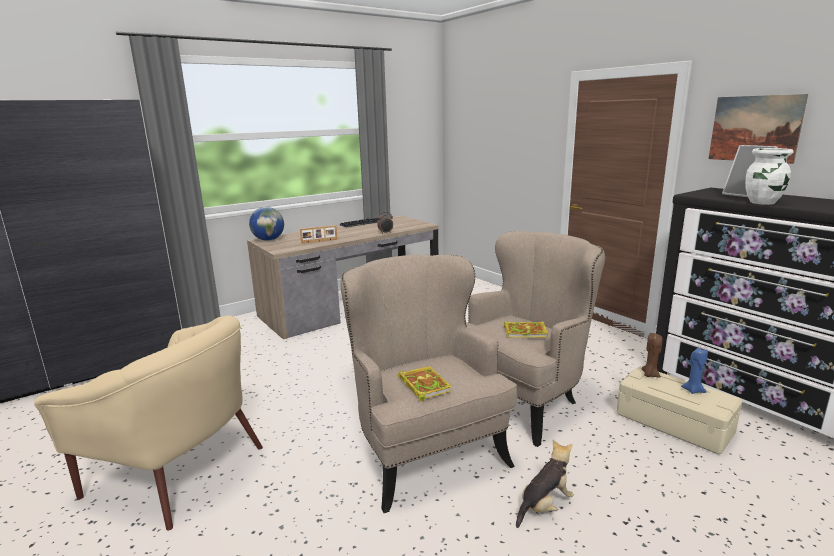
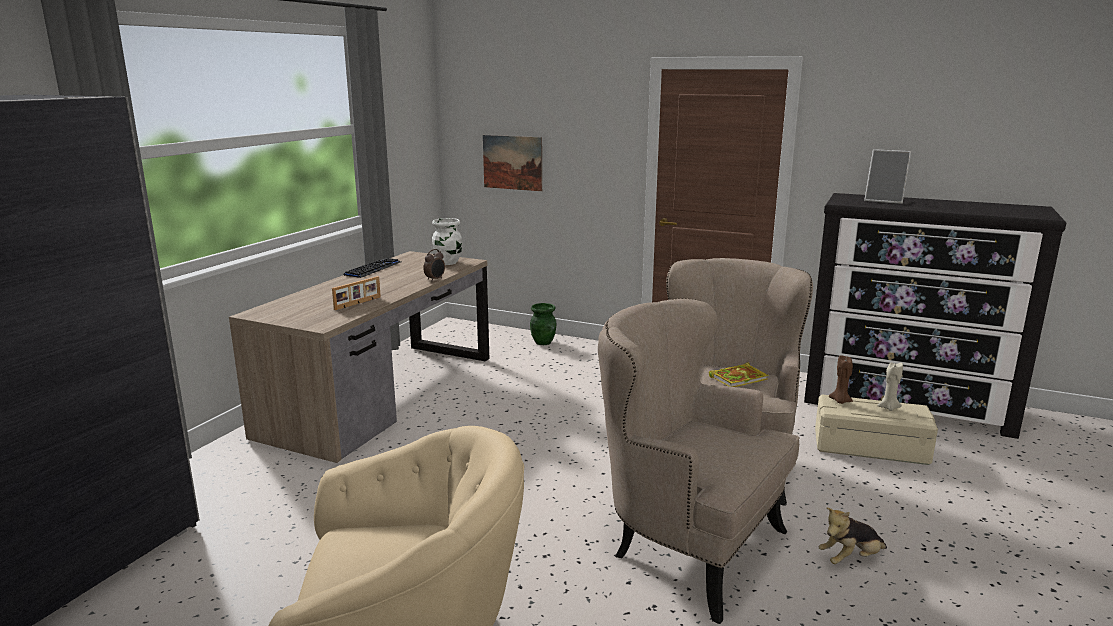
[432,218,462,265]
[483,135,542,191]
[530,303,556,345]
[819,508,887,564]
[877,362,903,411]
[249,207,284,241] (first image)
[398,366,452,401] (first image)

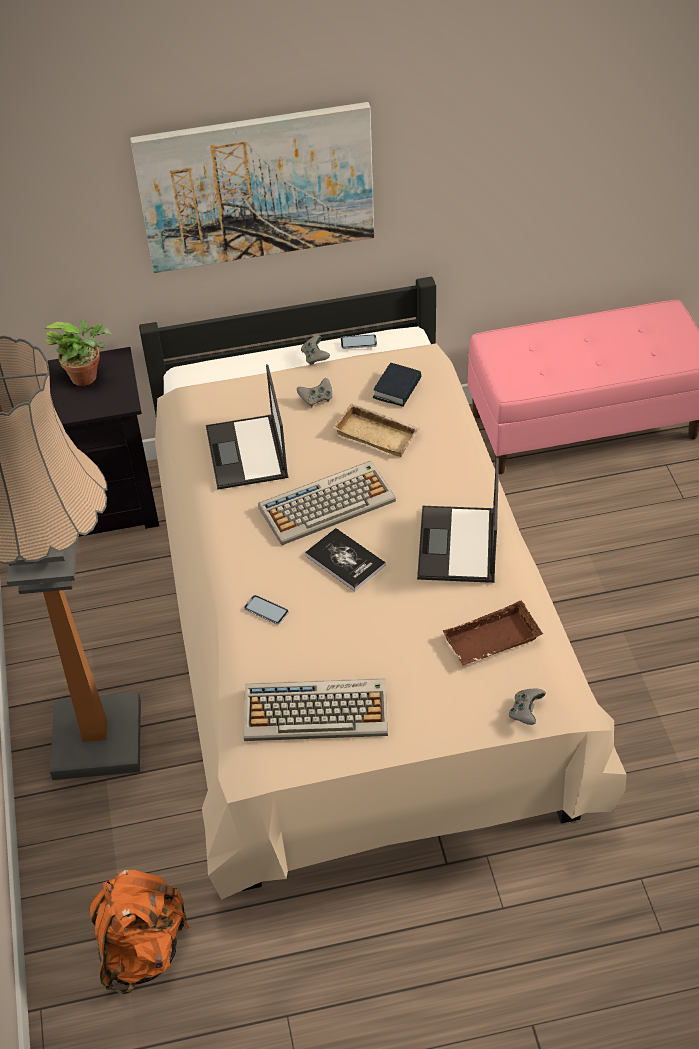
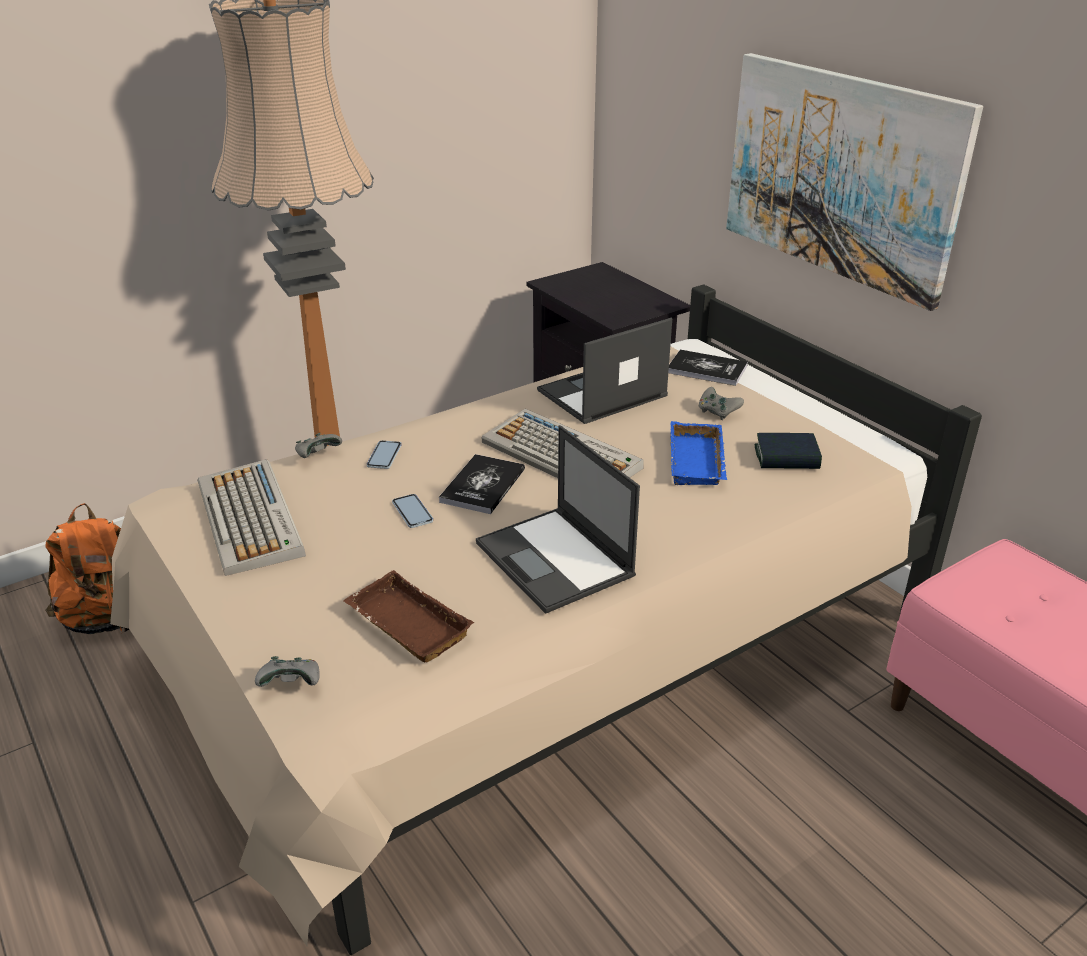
[295,433,342,458]
[392,494,433,528]
[476,425,640,614]
[668,350,748,386]
[670,421,727,485]
[44,319,112,386] (first image)

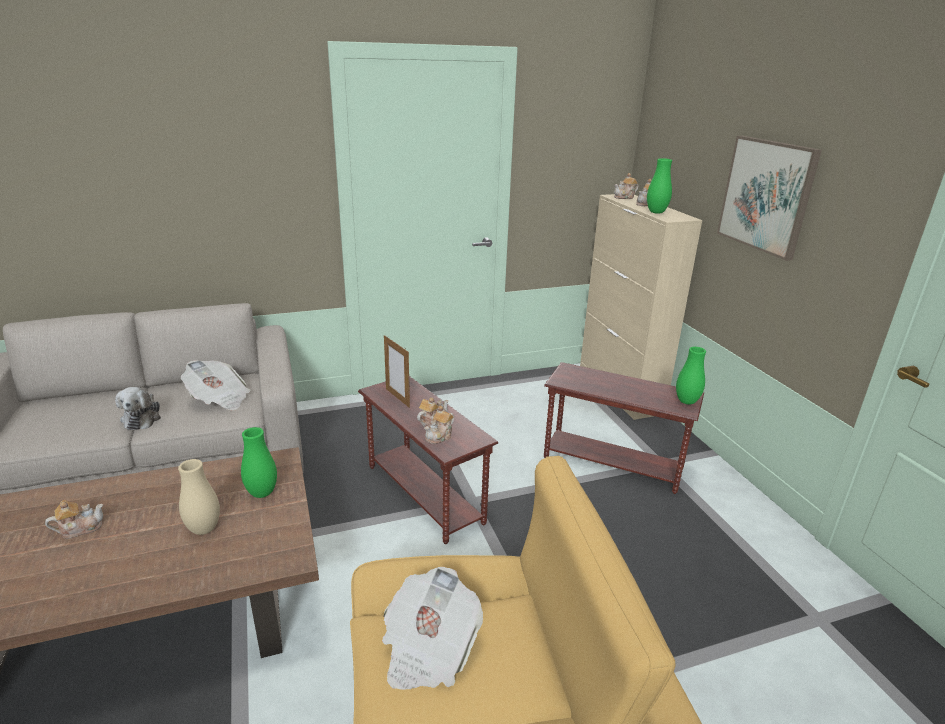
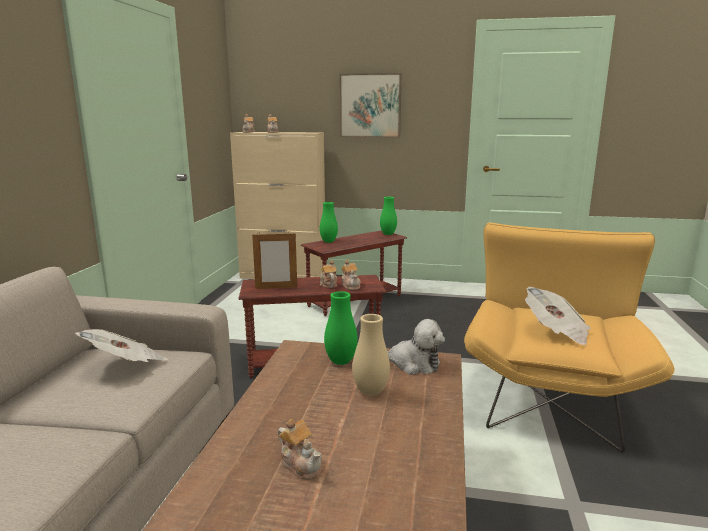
[278,419,322,480]
[320,202,338,243]
[387,319,445,375]

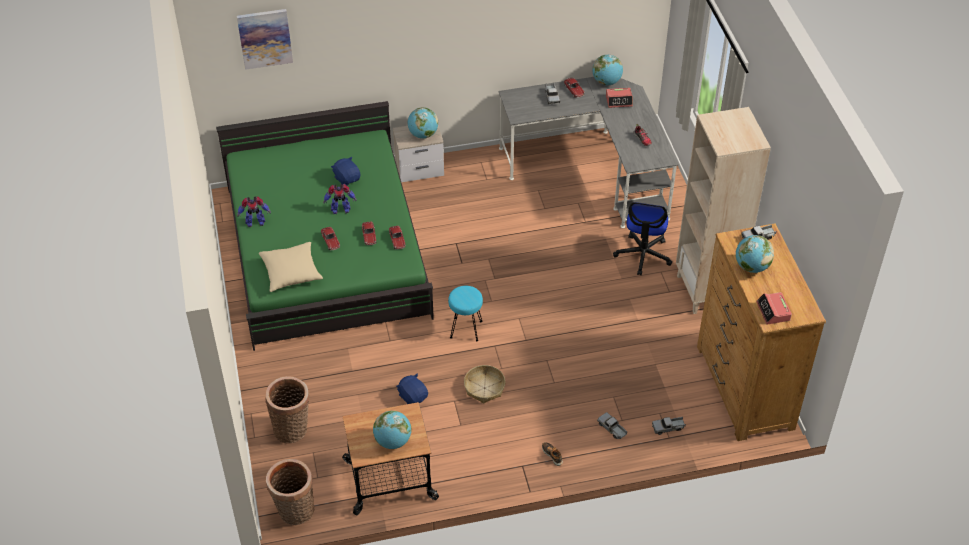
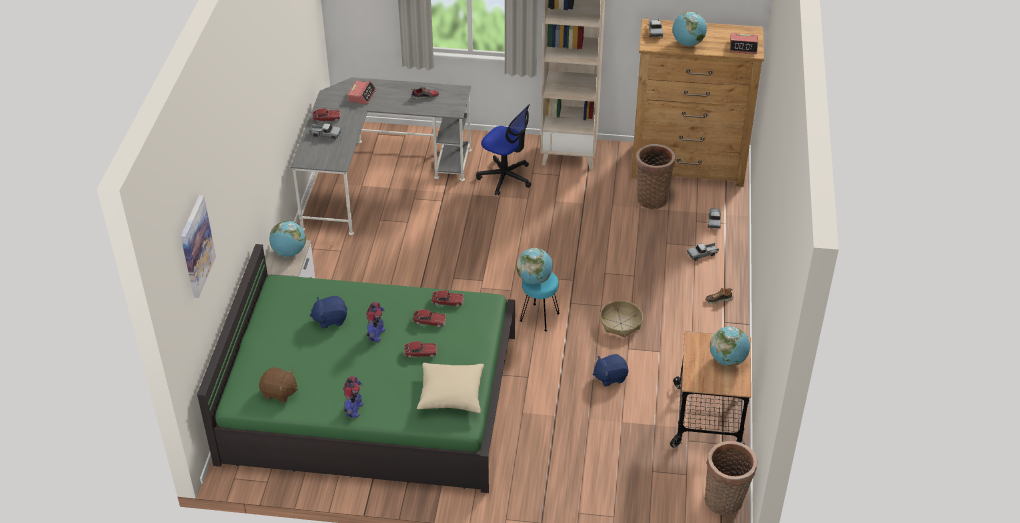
[259,367,298,403]
[517,248,553,284]
[635,144,675,209]

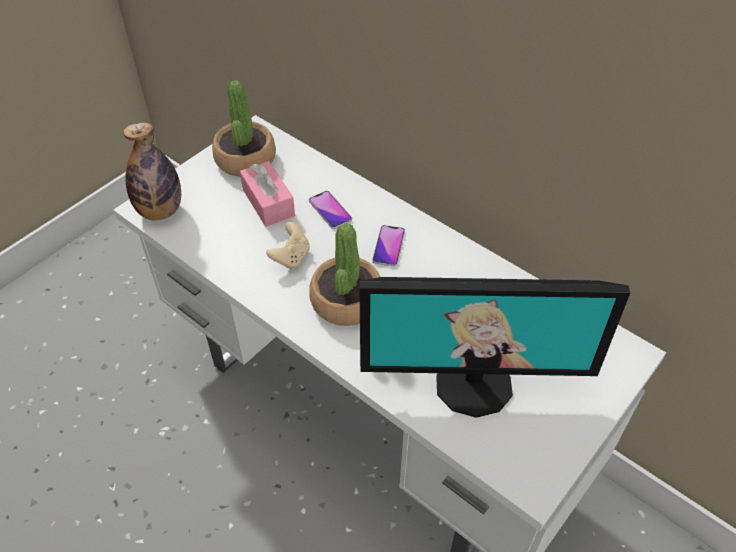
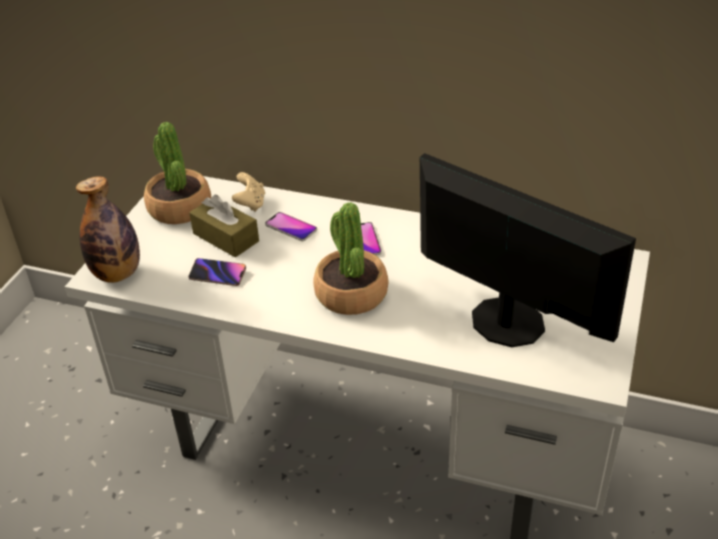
[188,258,246,286]
[189,195,259,258]
[232,172,265,212]
[420,153,636,347]

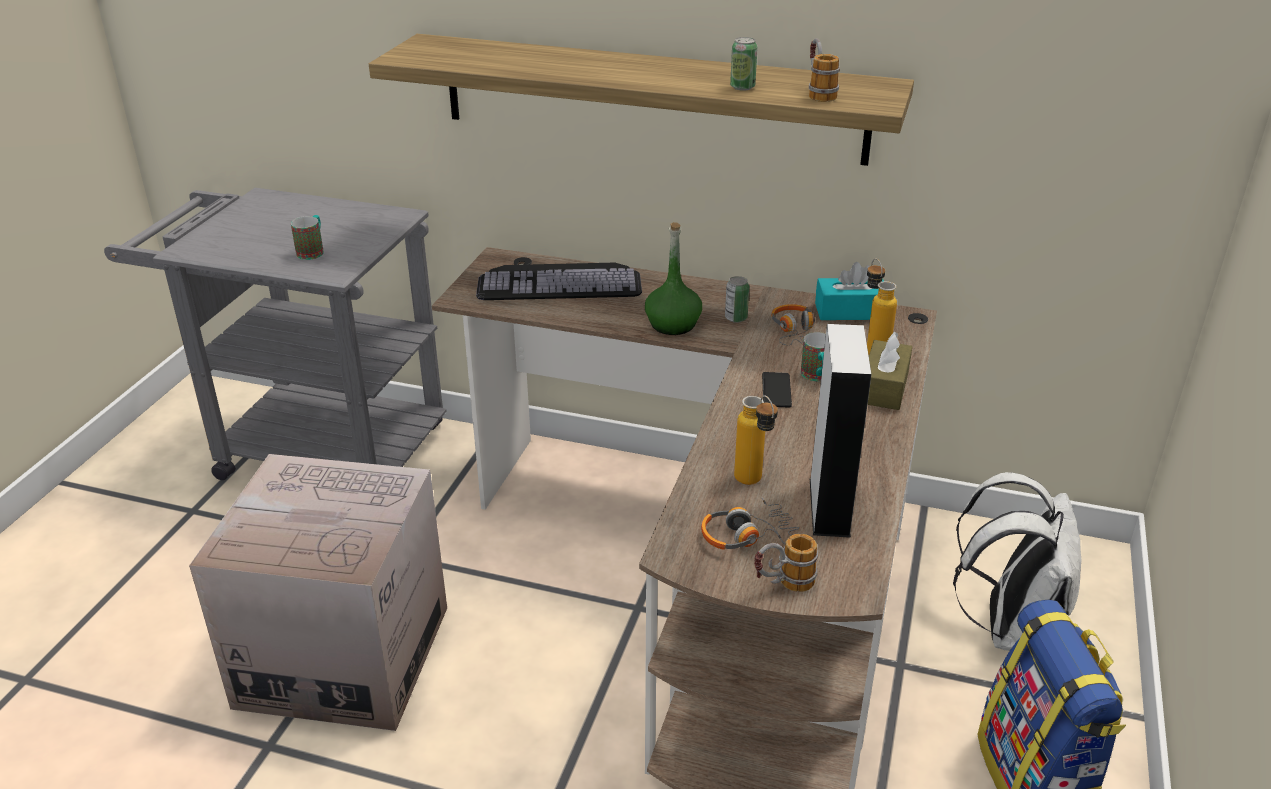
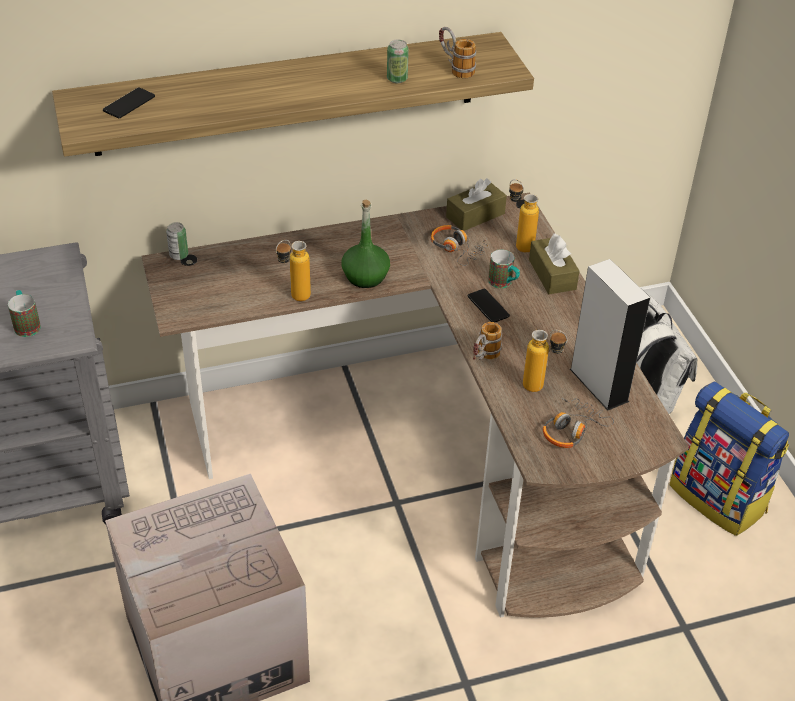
[103,87,155,118]
[166,222,188,260]
[276,240,311,301]
[446,178,507,231]
[473,322,502,360]
[476,263,642,300] (first image)

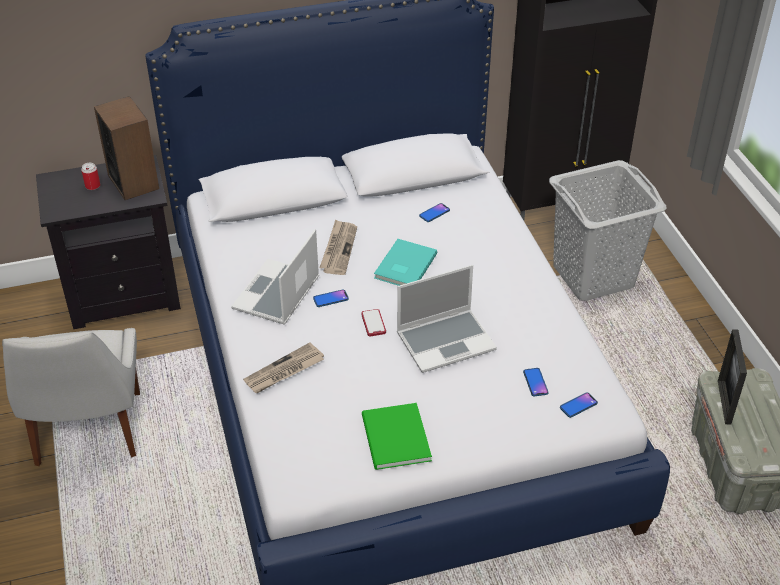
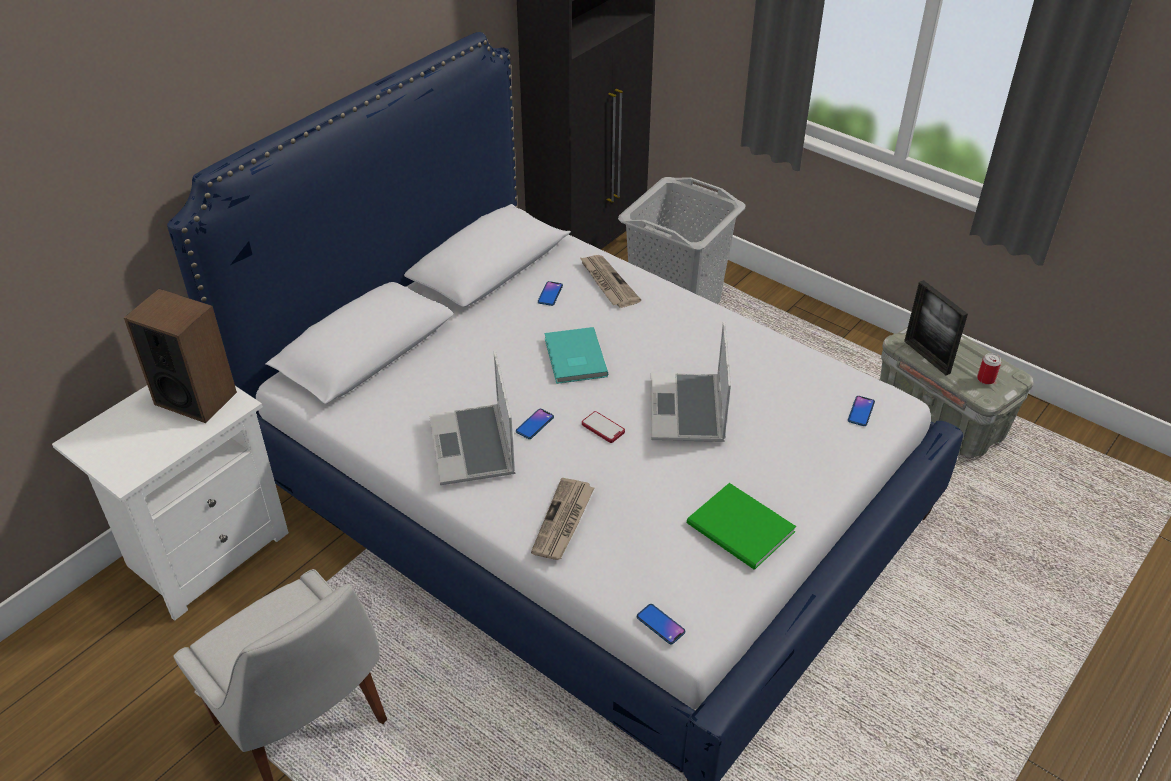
[52,385,289,621]
[579,255,641,308]
[637,604,685,644]
[651,321,731,442]
[977,353,1001,385]

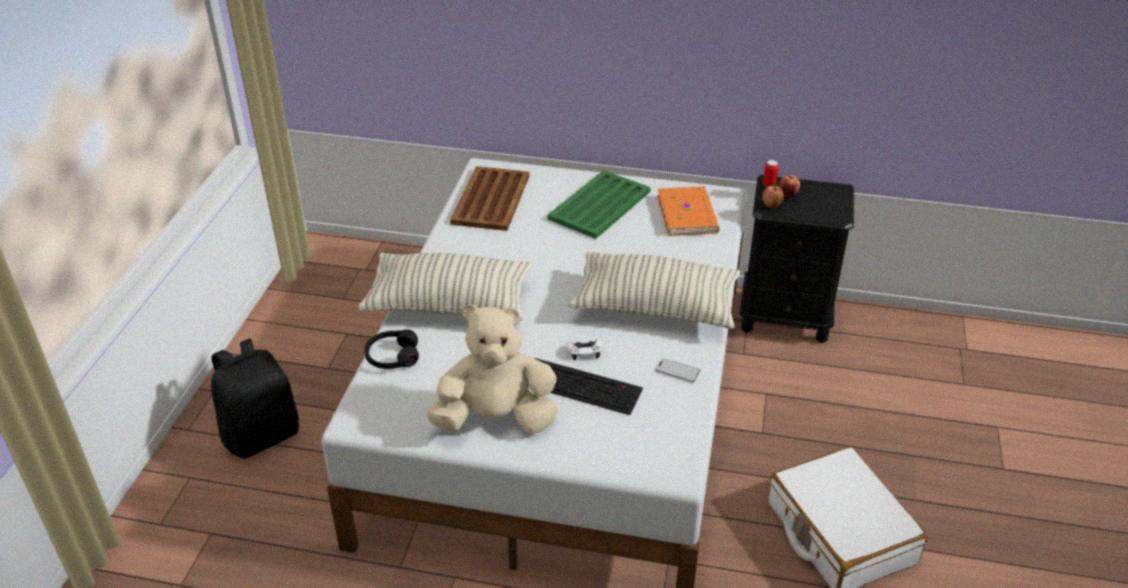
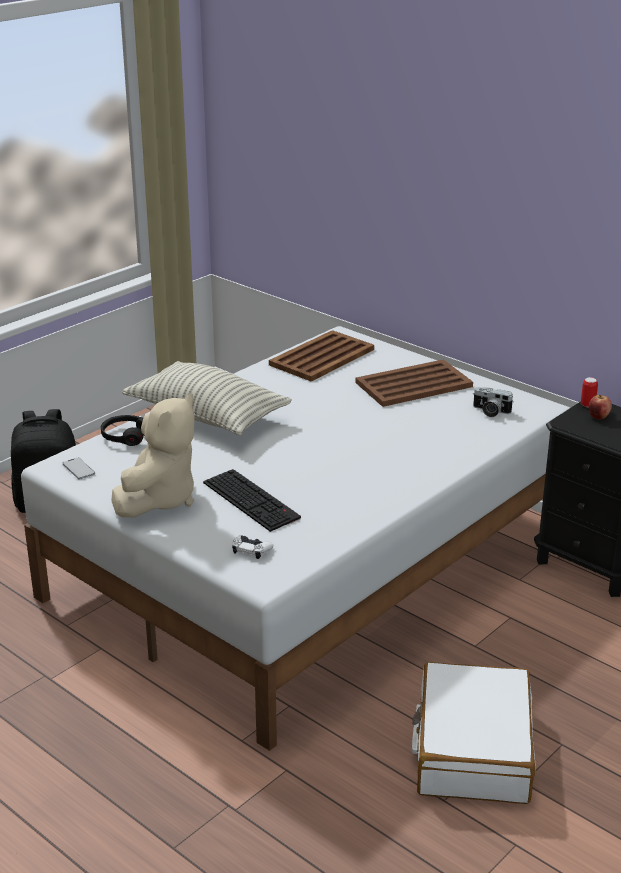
[63,457,95,480]
[112,394,195,517]
[232,535,273,559]
[355,359,473,407]
[473,387,514,417]
[568,251,740,329] (first image)
[762,186,783,208] (first image)

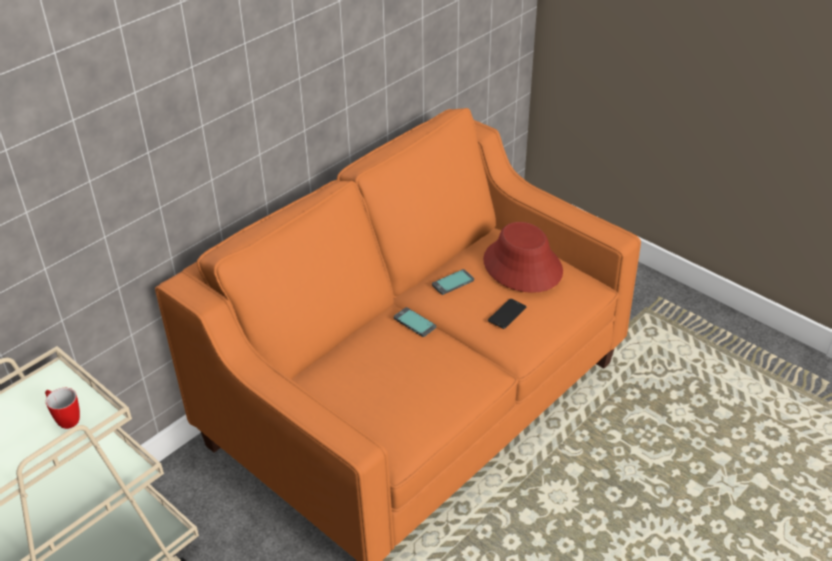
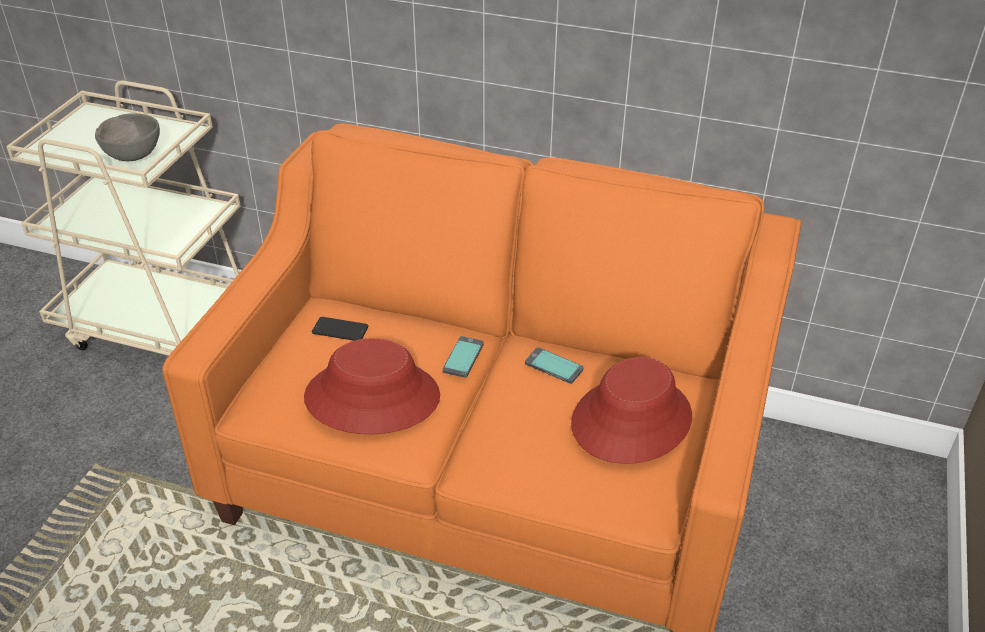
[95,113,160,161]
[304,338,440,434]
[312,317,368,341]

